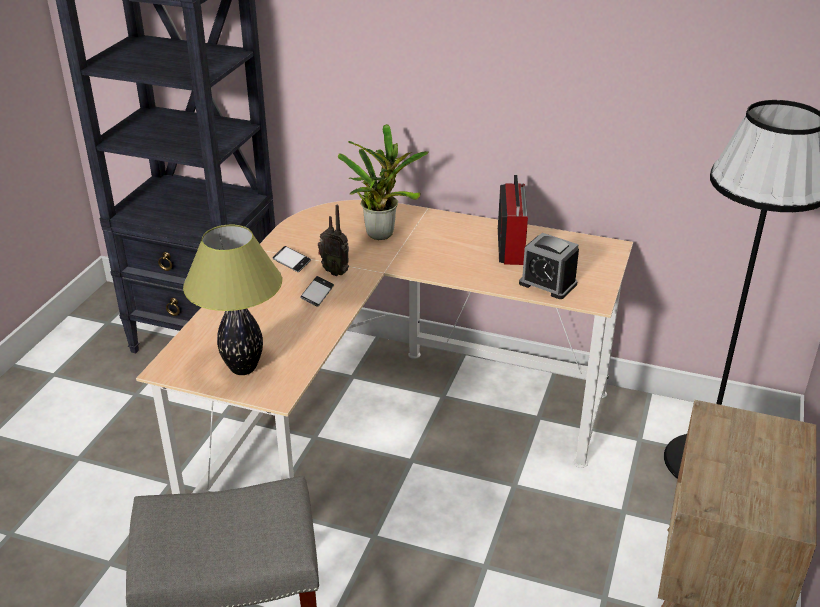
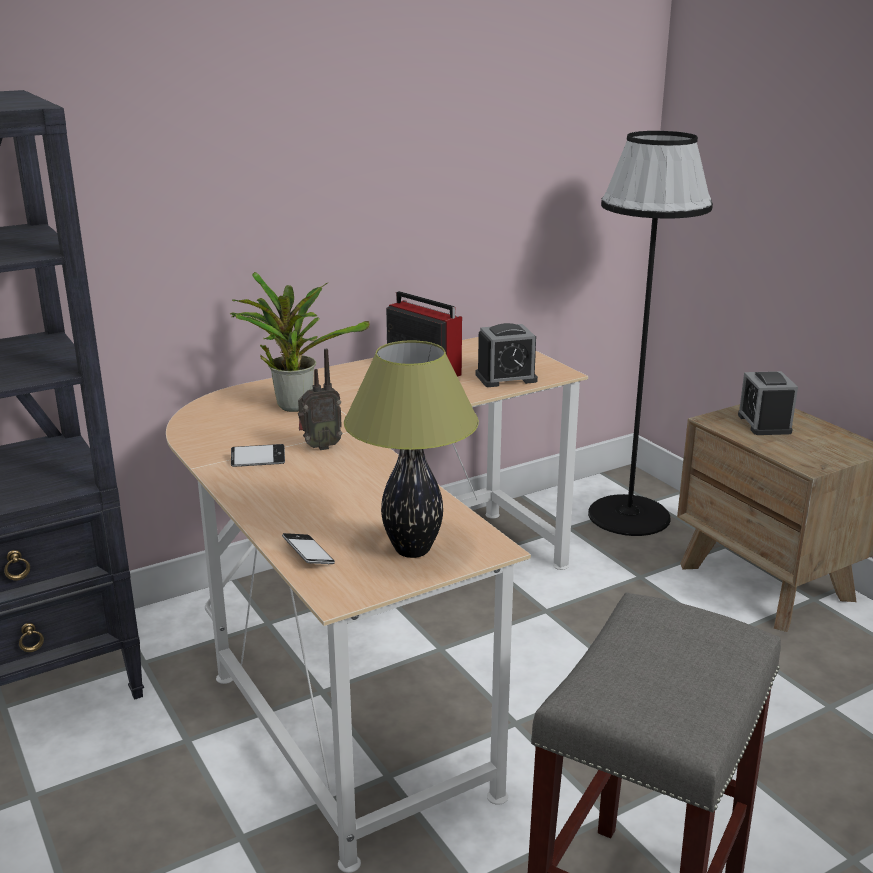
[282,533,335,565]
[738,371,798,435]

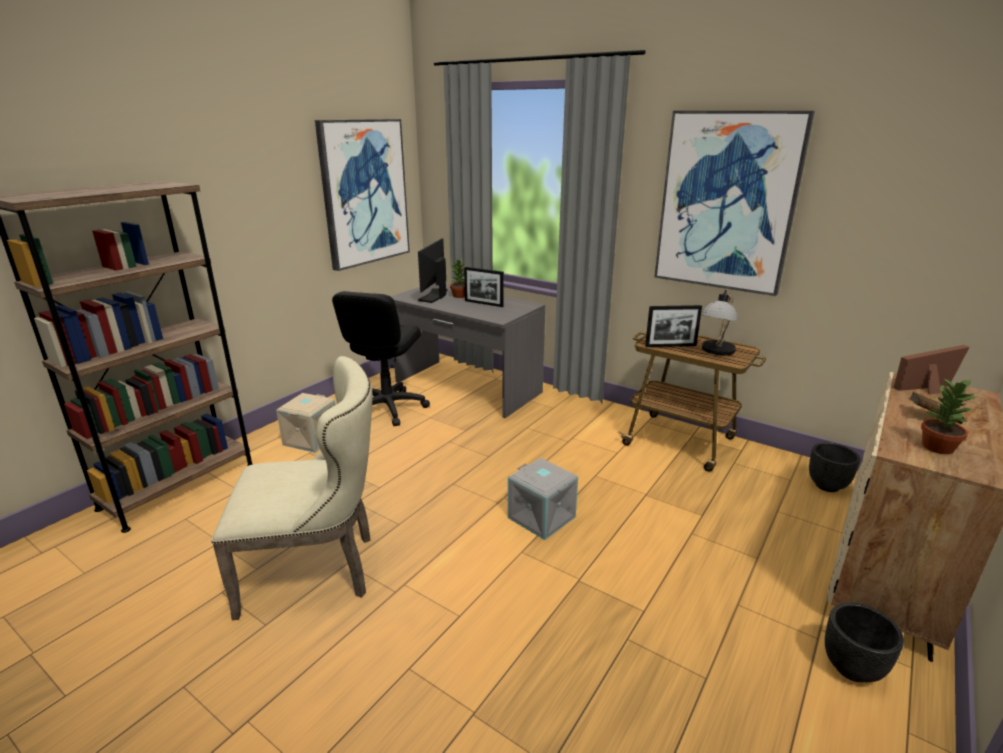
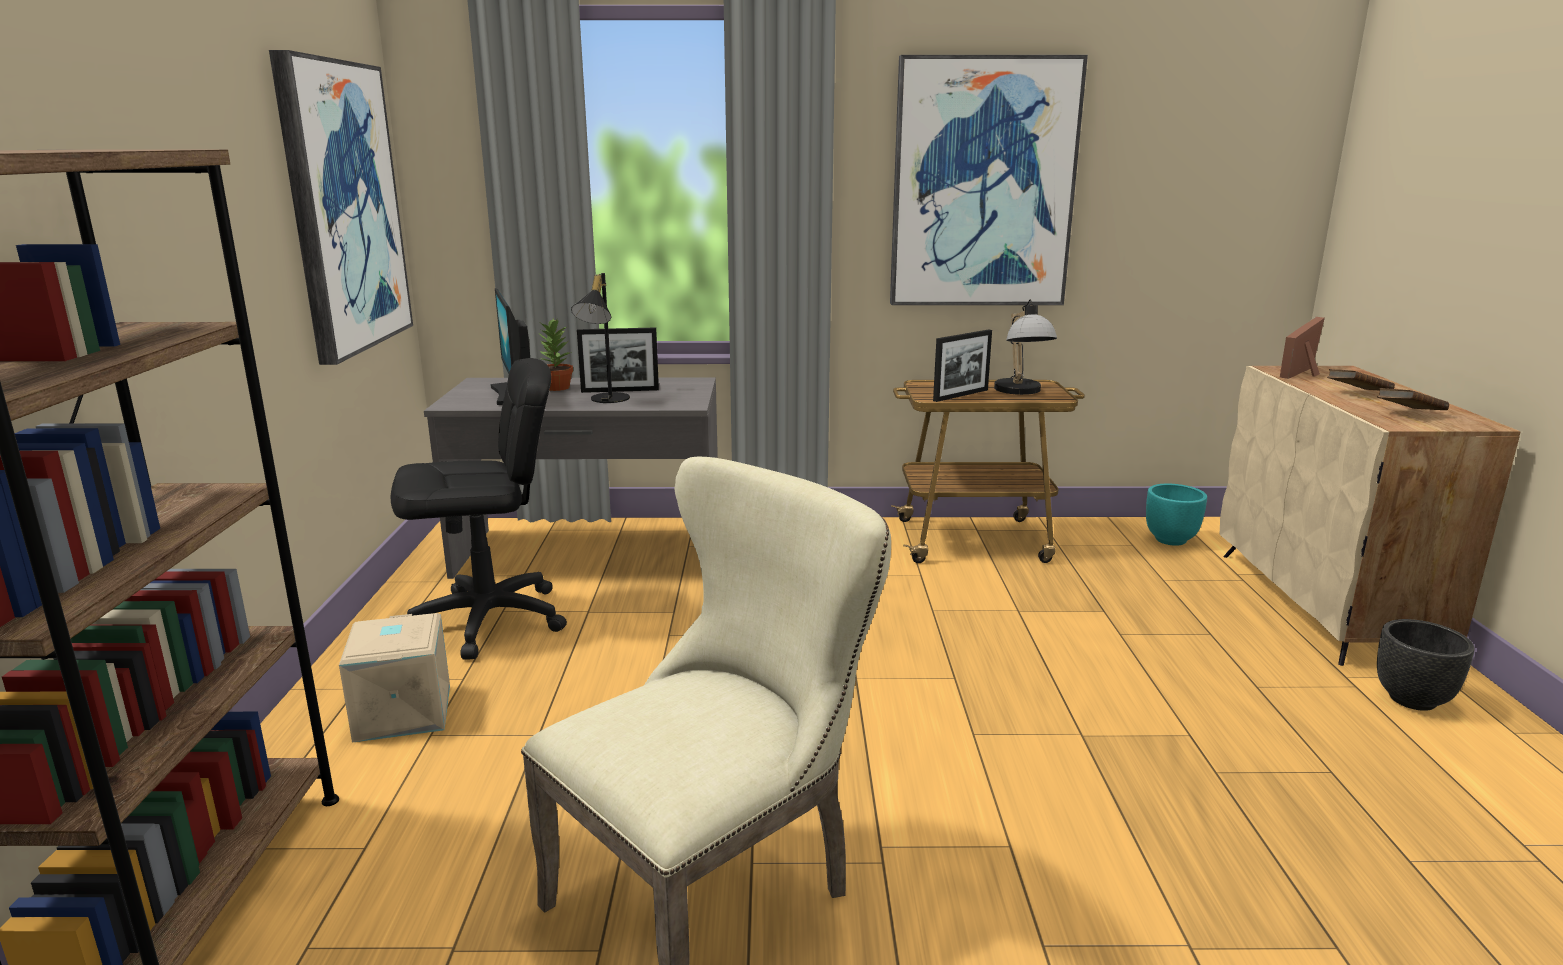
[391,358,567,659]
[571,273,630,403]
[1146,484,1207,546]
[1377,388,1449,410]
[508,458,578,540] (first image)

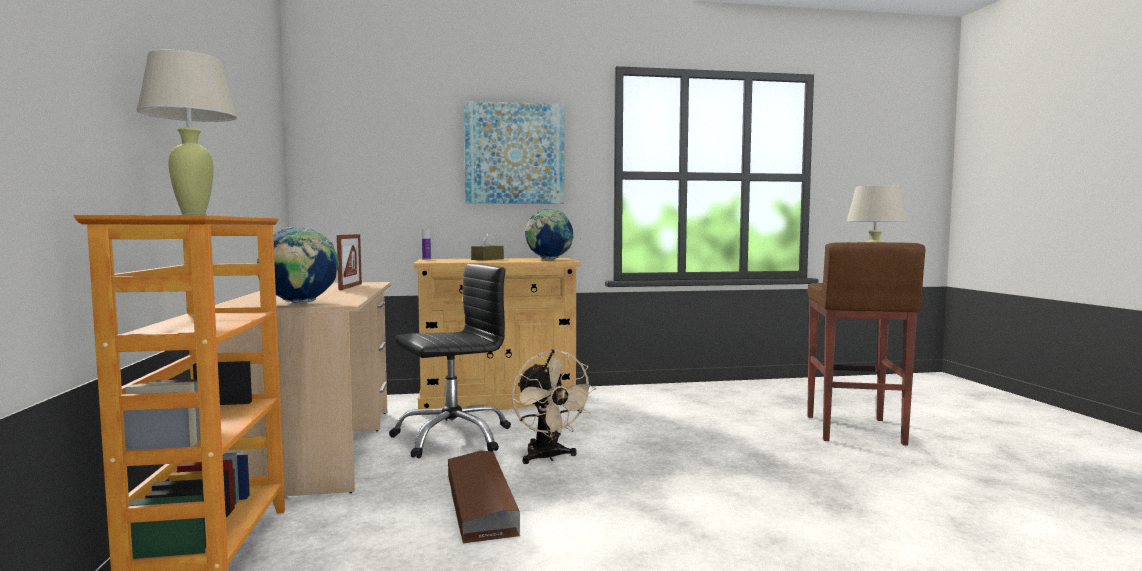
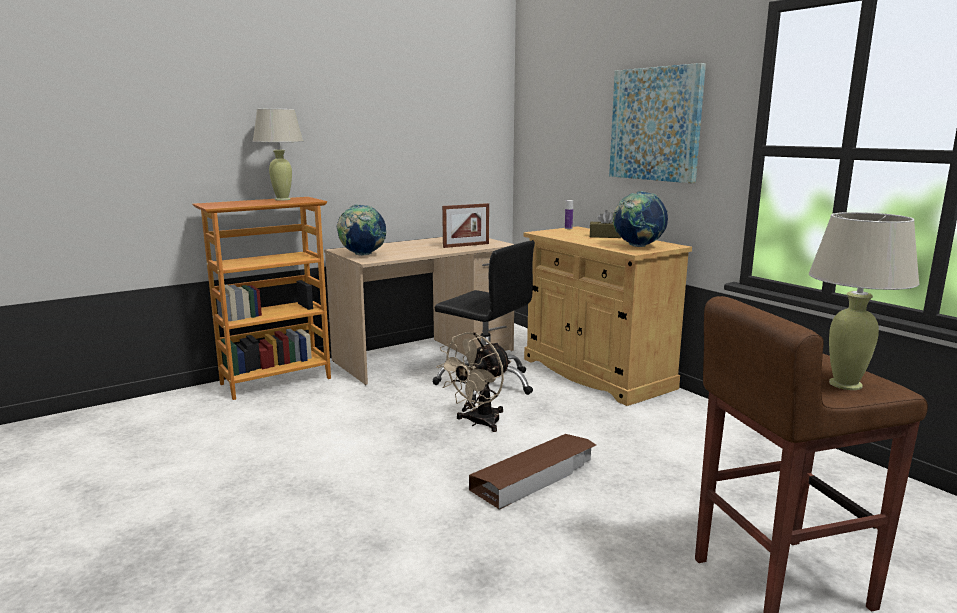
[469,434,596,510]

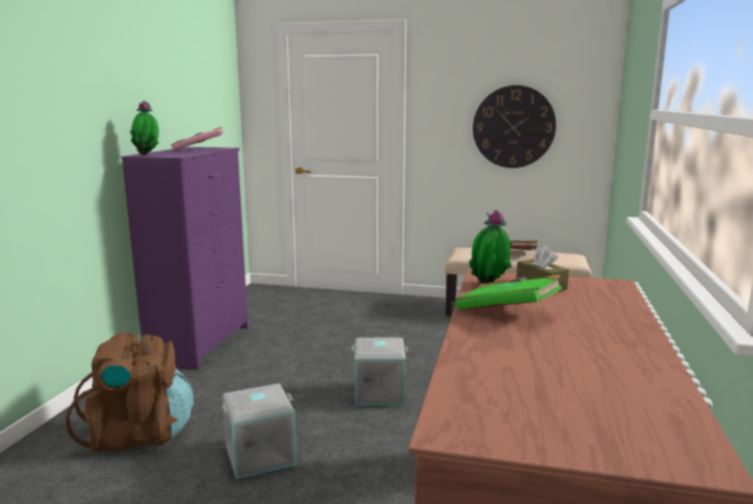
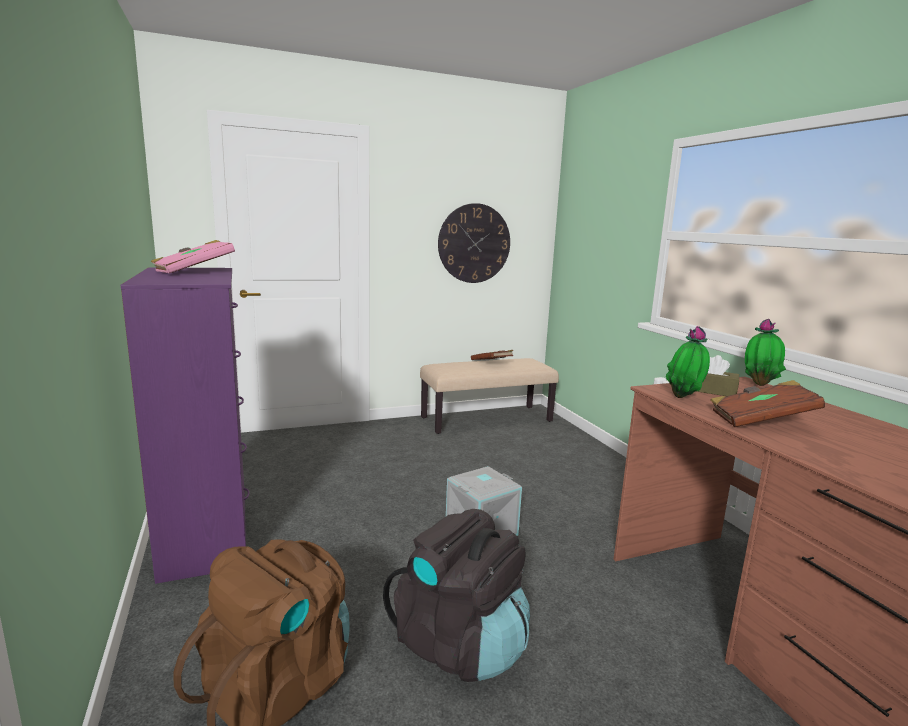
[383,509,530,682]
[710,380,825,427]
[745,319,786,386]

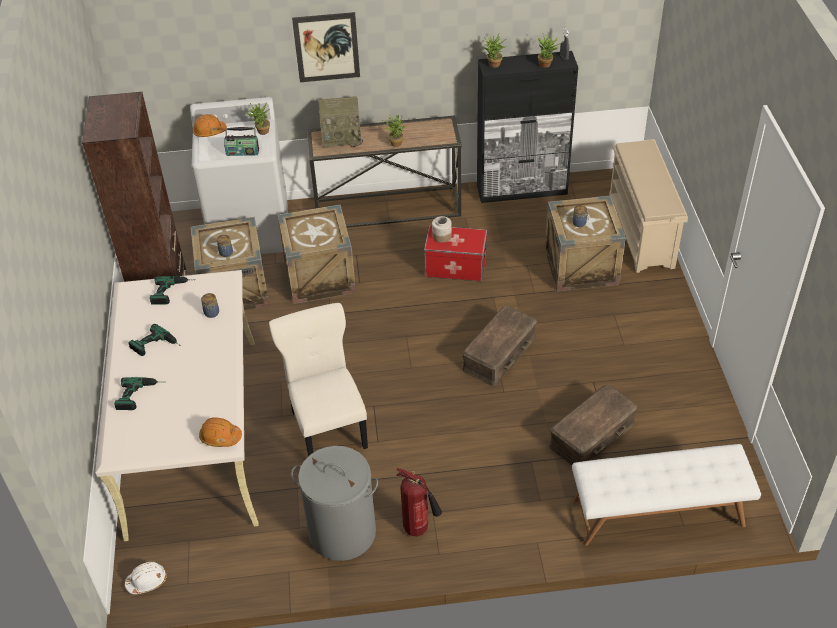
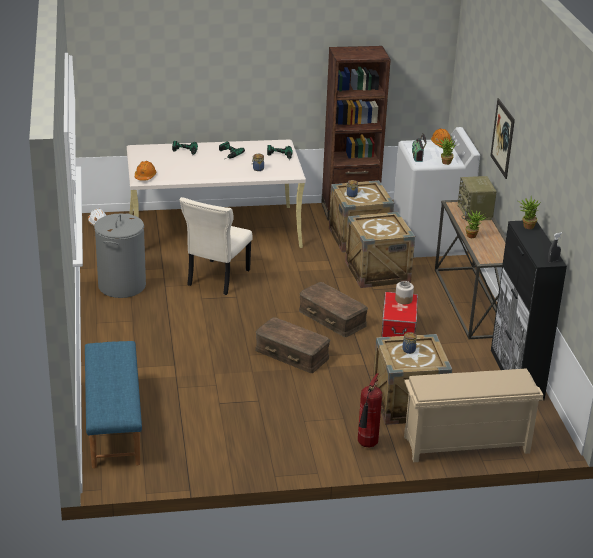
[85,341,142,469]
[180,197,253,295]
[299,282,368,337]
[358,373,382,448]
[538,33,561,68] (first image)

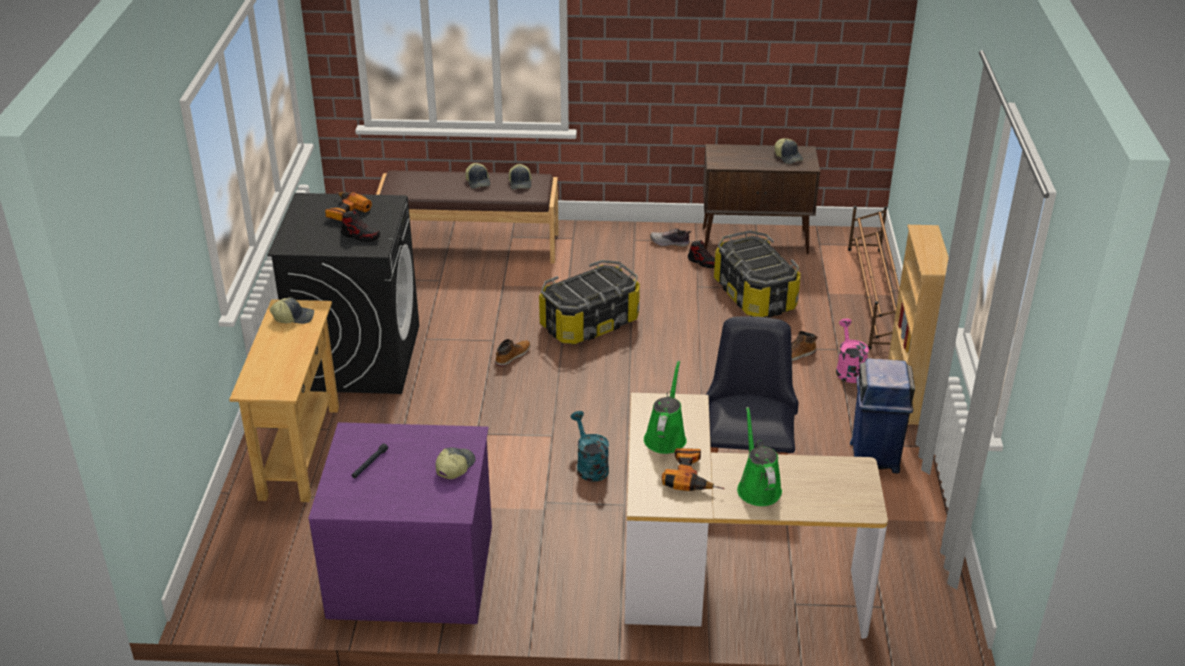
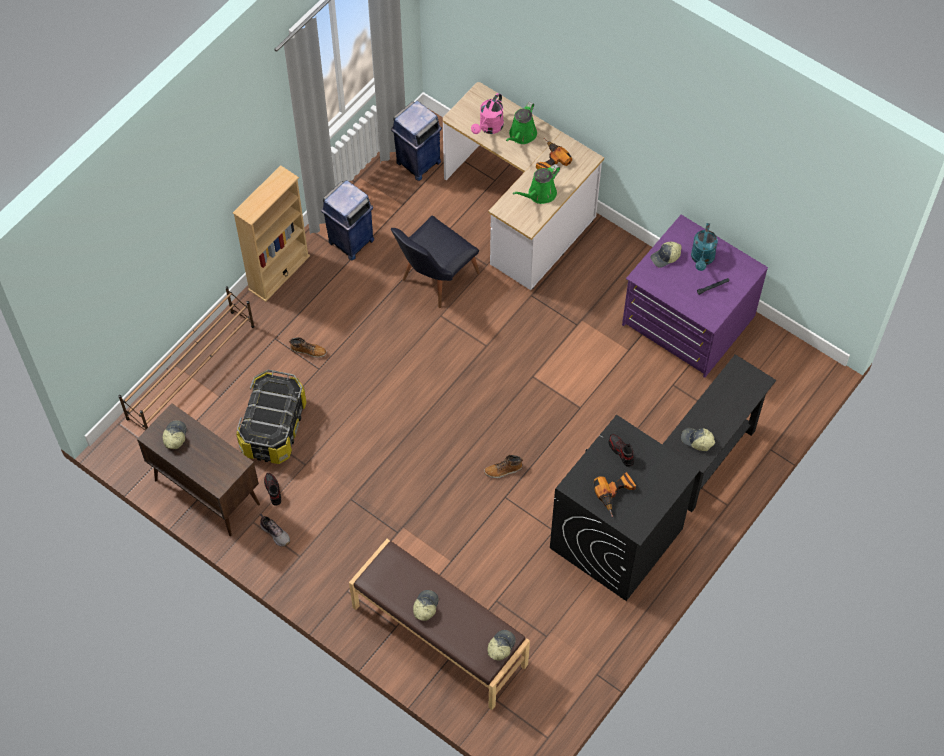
[391,101,442,181]
[471,93,504,134]
[488,630,516,661]
[662,354,776,512]
[691,223,718,271]
[539,260,640,345] (first image)

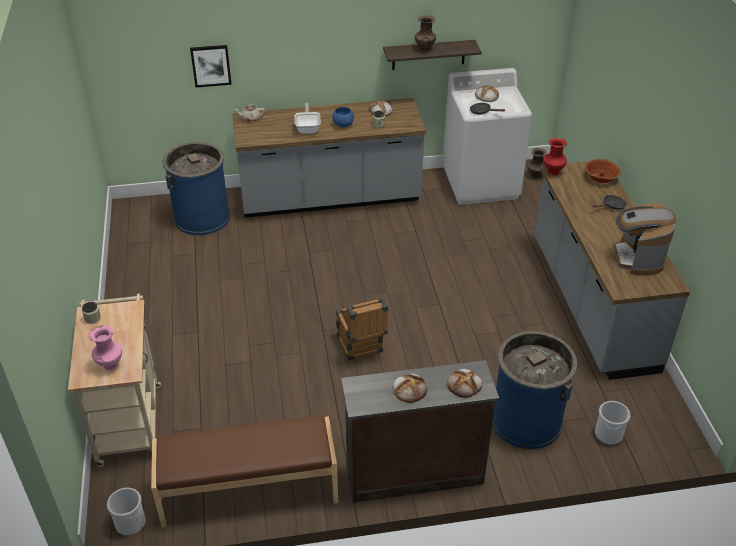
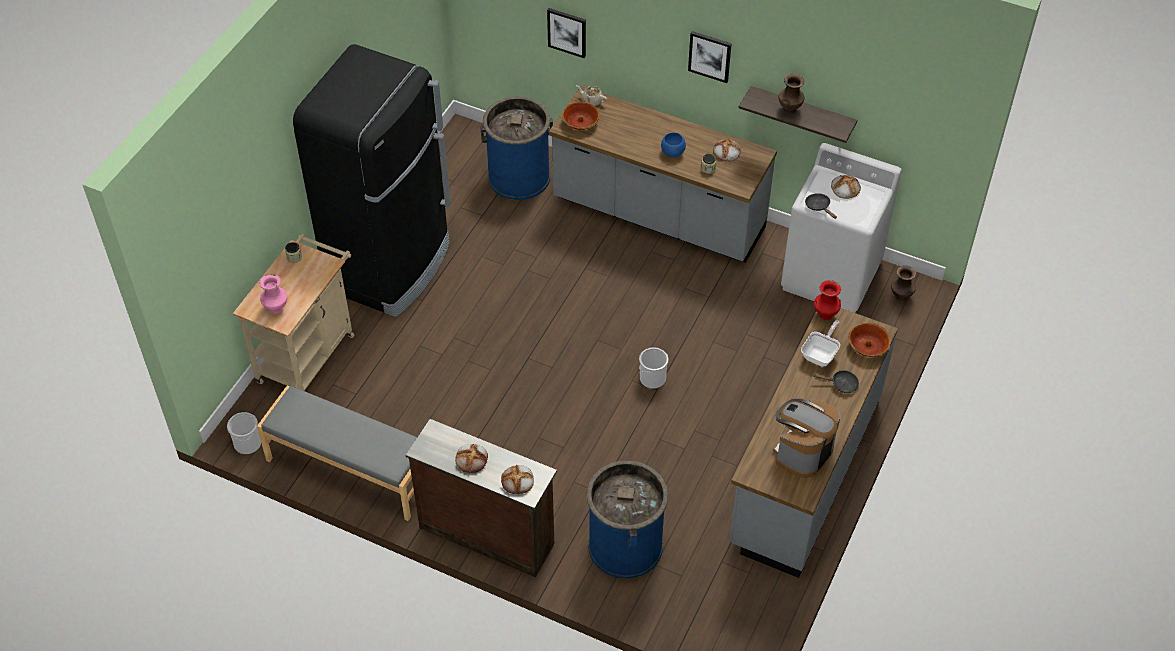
[257,386,417,521]
[293,44,451,317]
[562,102,599,130]
[639,347,669,389]
[688,31,732,83]
[801,320,840,367]
[336,297,388,360] (first image)

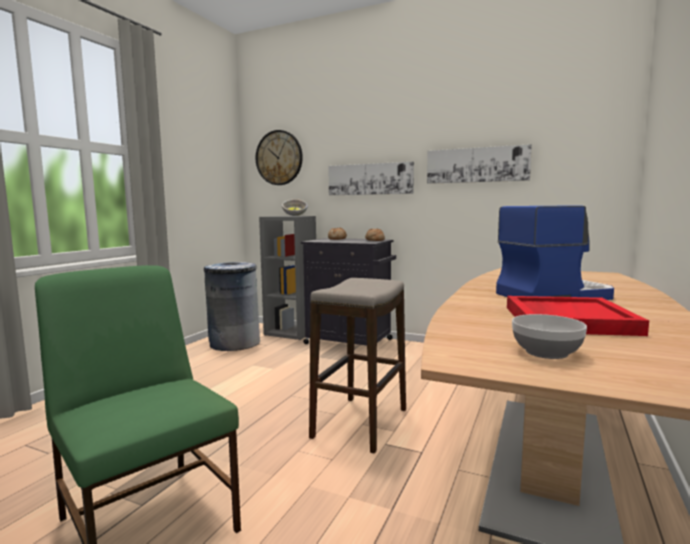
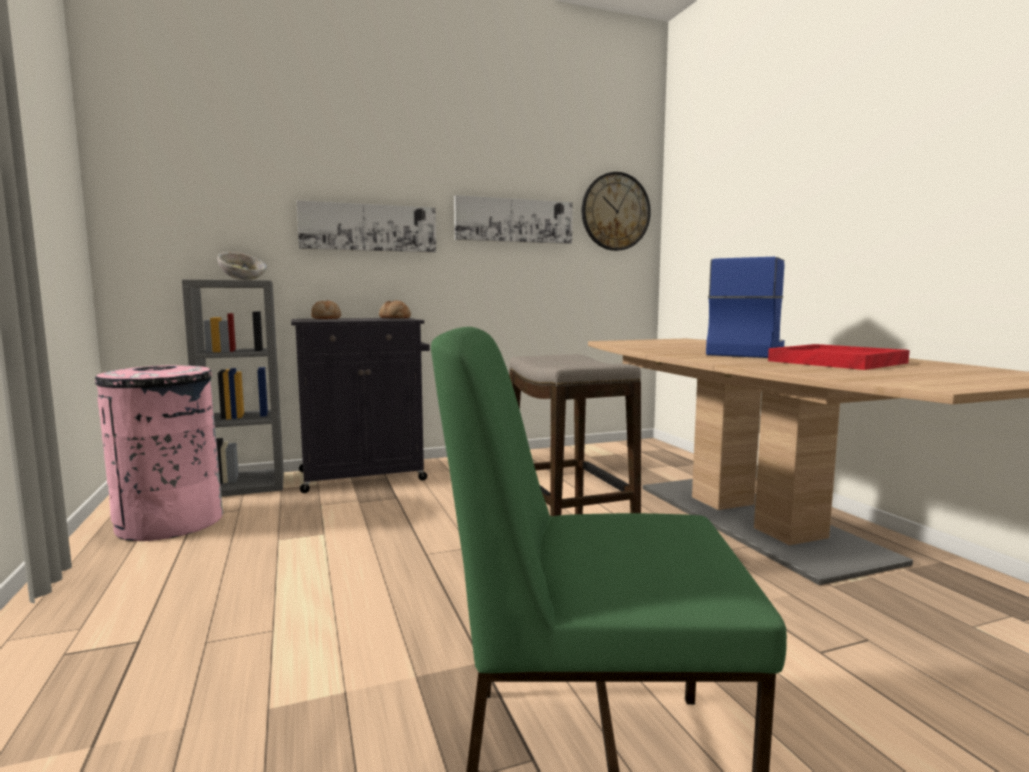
[95,365,223,541]
[582,172,651,251]
[512,314,587,359] (first image)

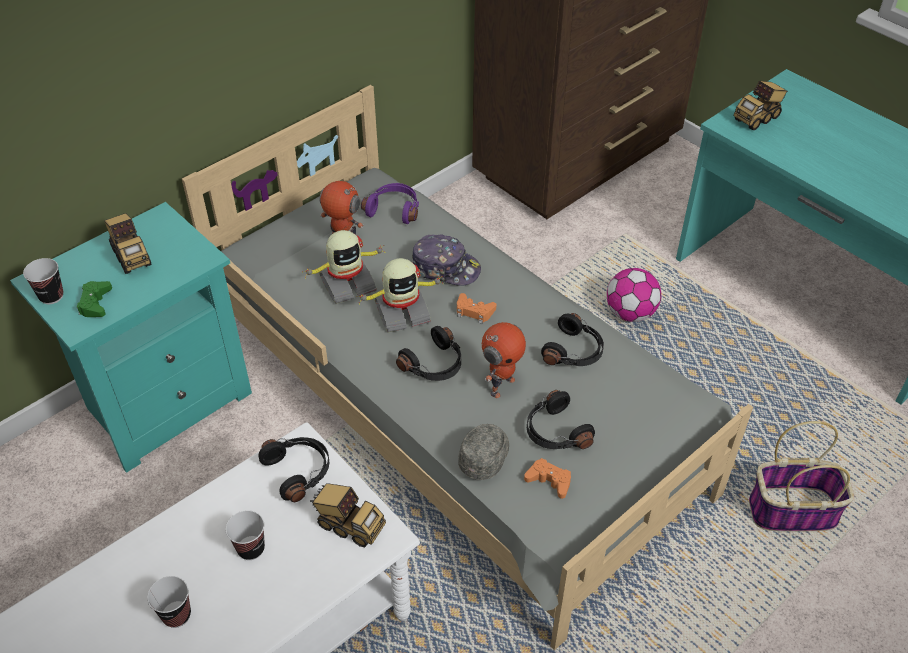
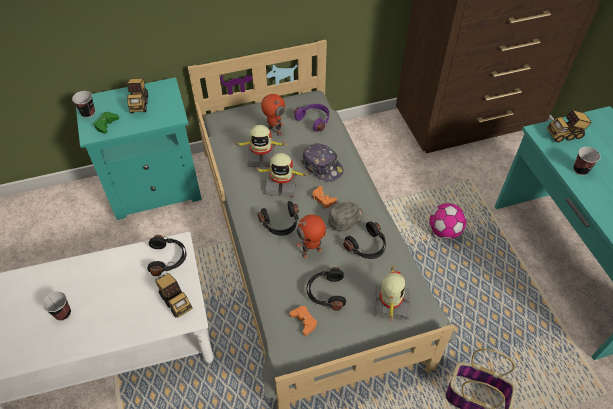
[328,202,364,232]
[374,264,410,323]
[573,147,601,175]

